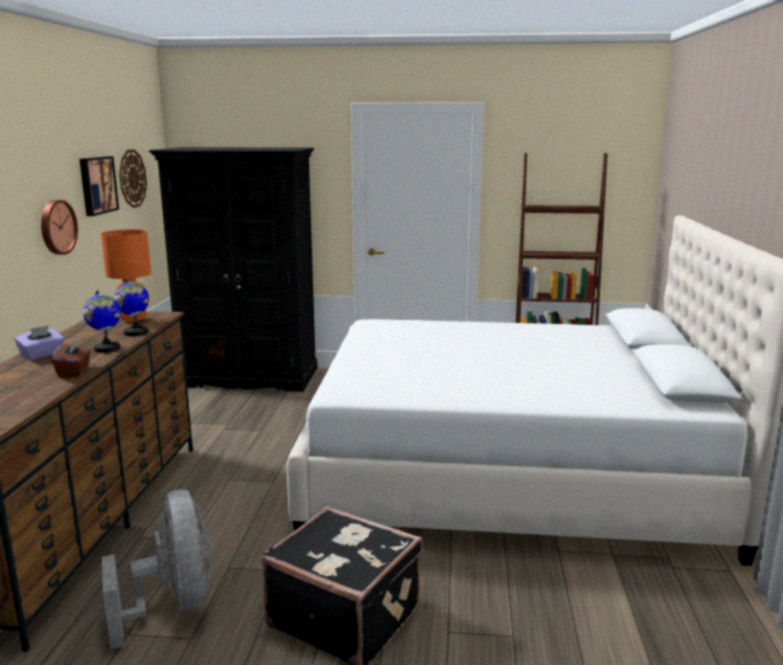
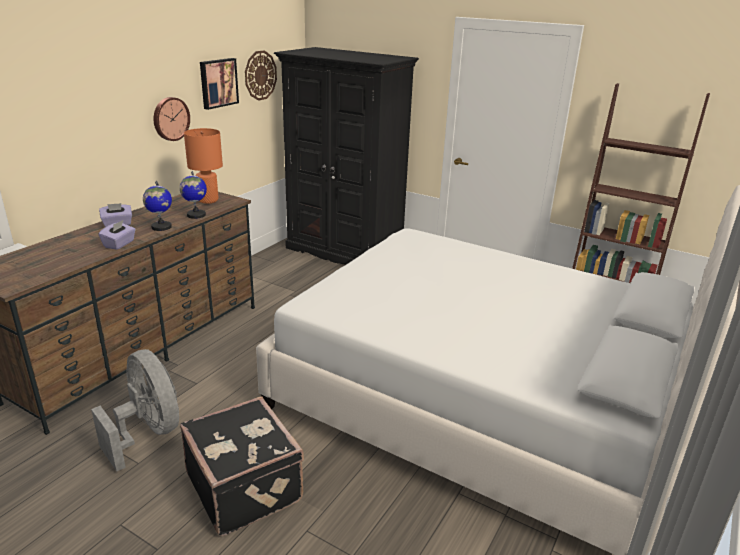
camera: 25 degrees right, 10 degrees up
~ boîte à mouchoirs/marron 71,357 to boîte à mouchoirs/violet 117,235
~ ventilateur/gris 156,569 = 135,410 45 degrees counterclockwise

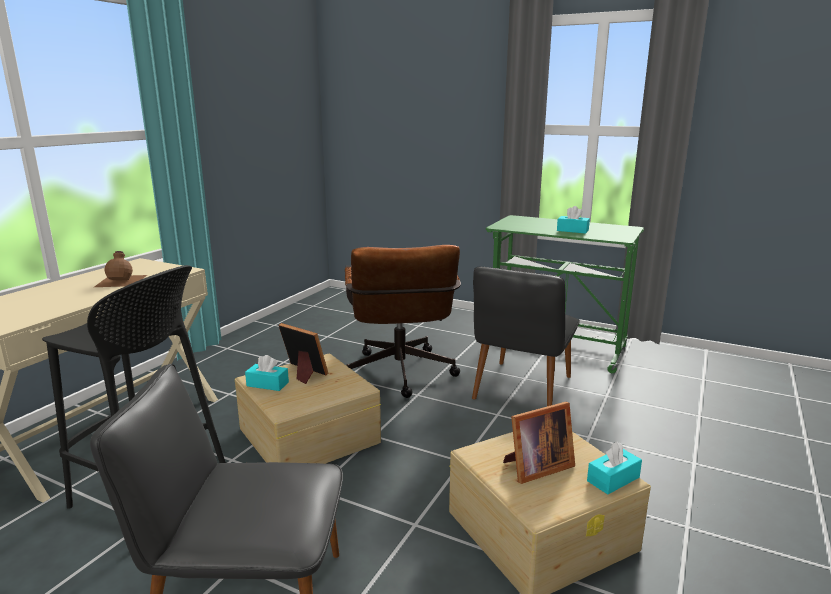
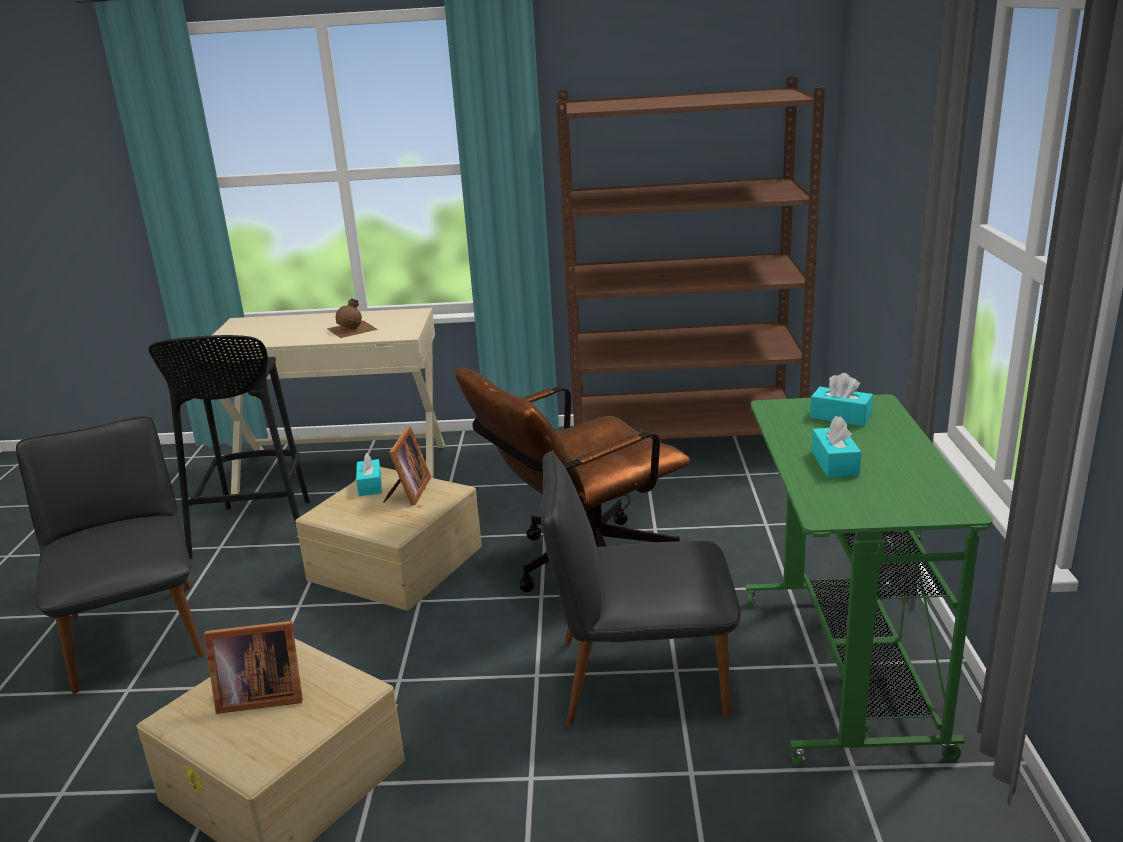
camera: 65 degrees right, 5 degrees up
~ cadre photo 539,443 = 253,667 45 degrees counterclockwise
~ boîte à mouchoirs/turquoise 614,468 to 841,399
+ bibliothèque/marron 690,257

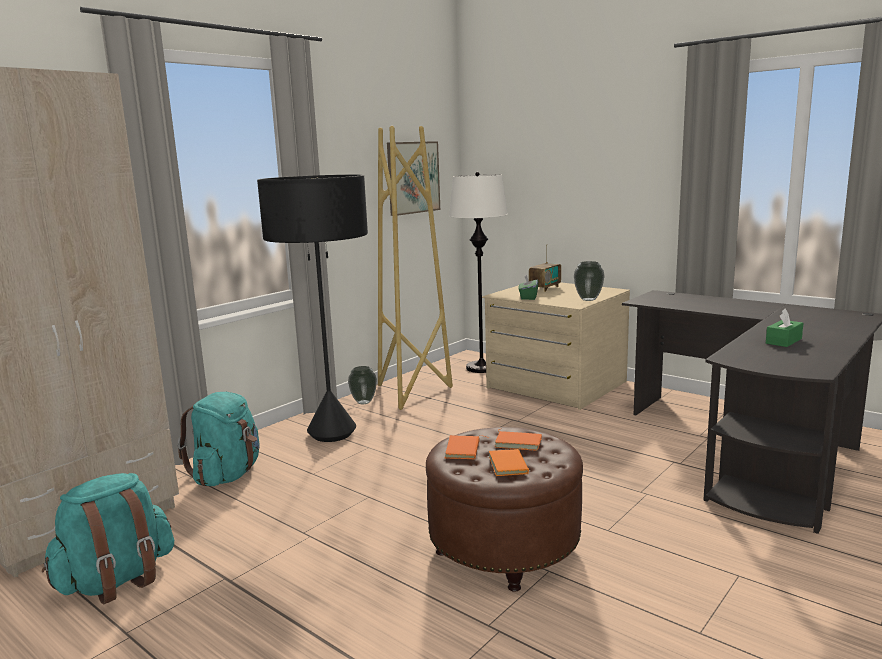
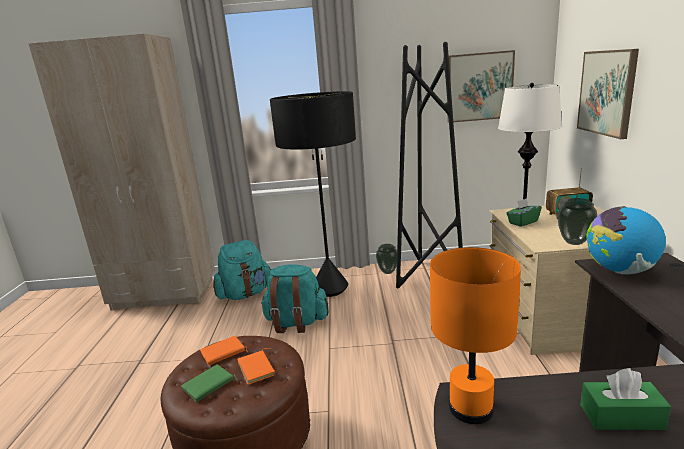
camera: 50 degrees right, 5 degrees up
~ sac à dos/turquoise 108,539 to 294,298
~ portant/jaune 415,268 to portant/noir 429,165
~ livre/orange 509,462 to livre/vert 209,383
+ lampe de table/orange 475,335
+ tableau 608,94
+ globe 626,240

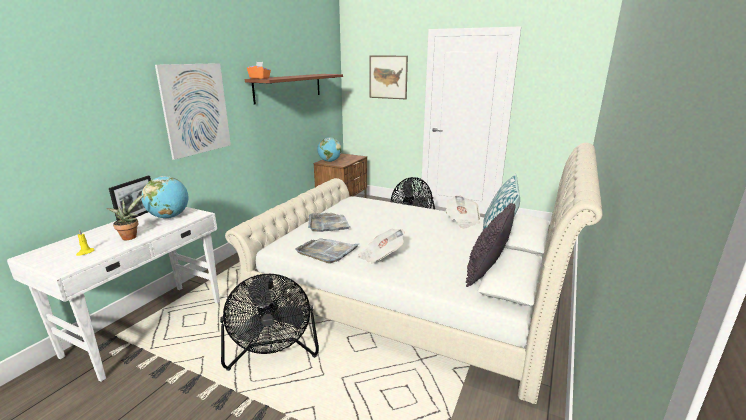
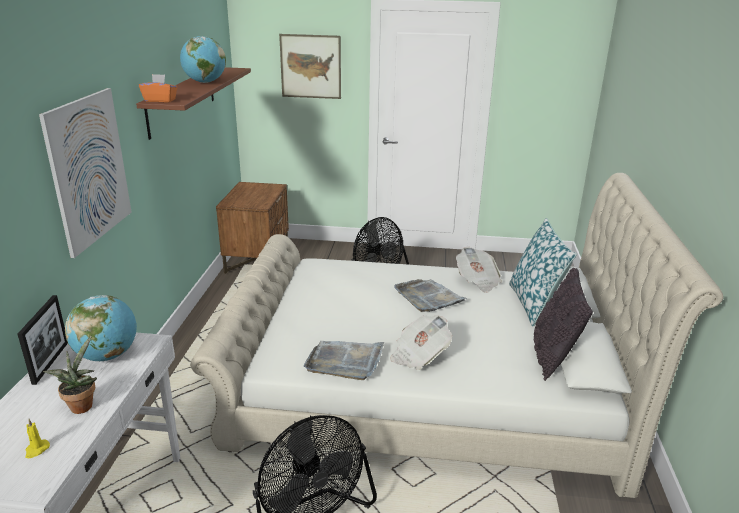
camera: 20 degrees left, 5 degrees up
~ plateau/gris 329,222 to 430,295
~ globe 329,149 to 203,59

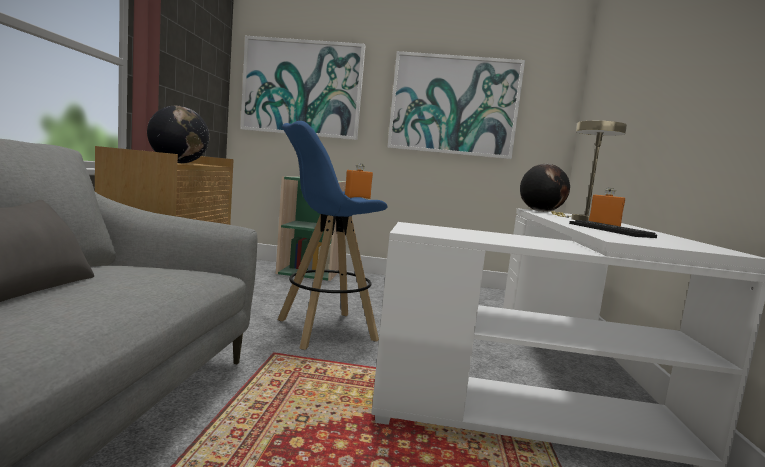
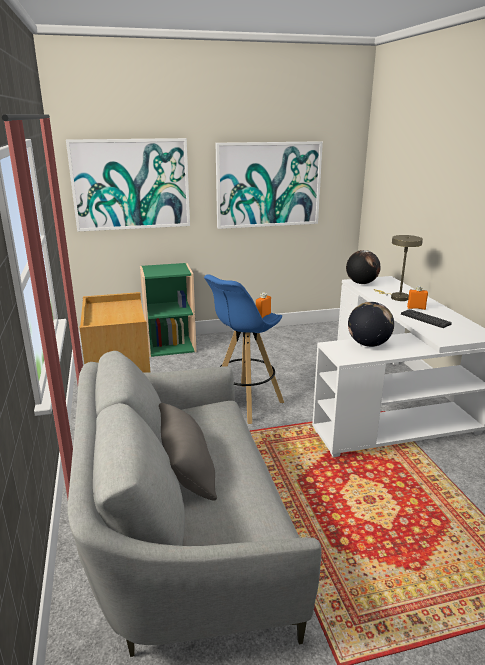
camera: 20 degrees left, 15 degrees up
~ globe 178,134 to 371,324

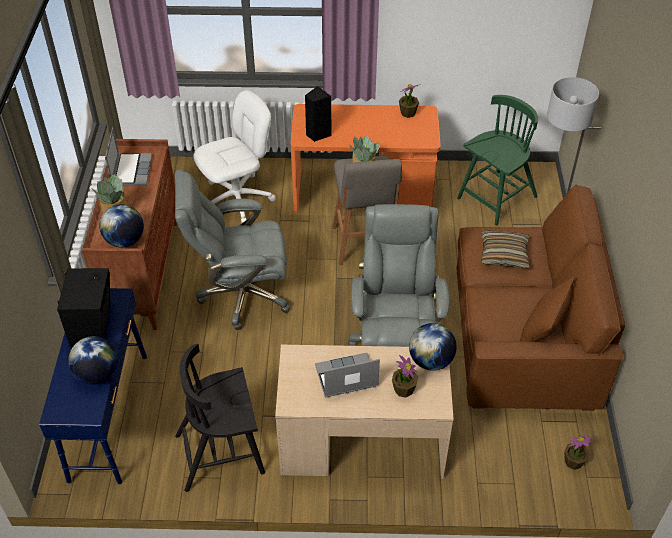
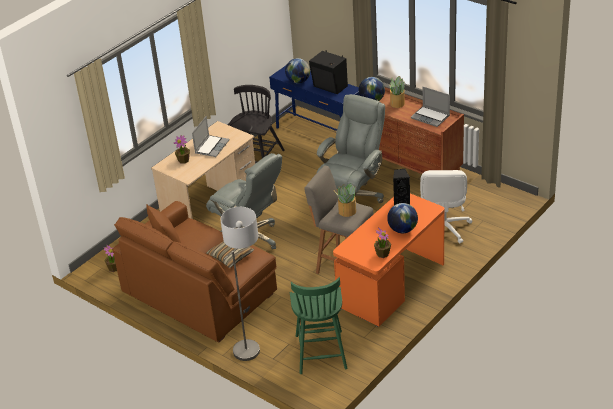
camera: 130 degrees right, 10 degrees down
~ globe 433,347 to 402,218

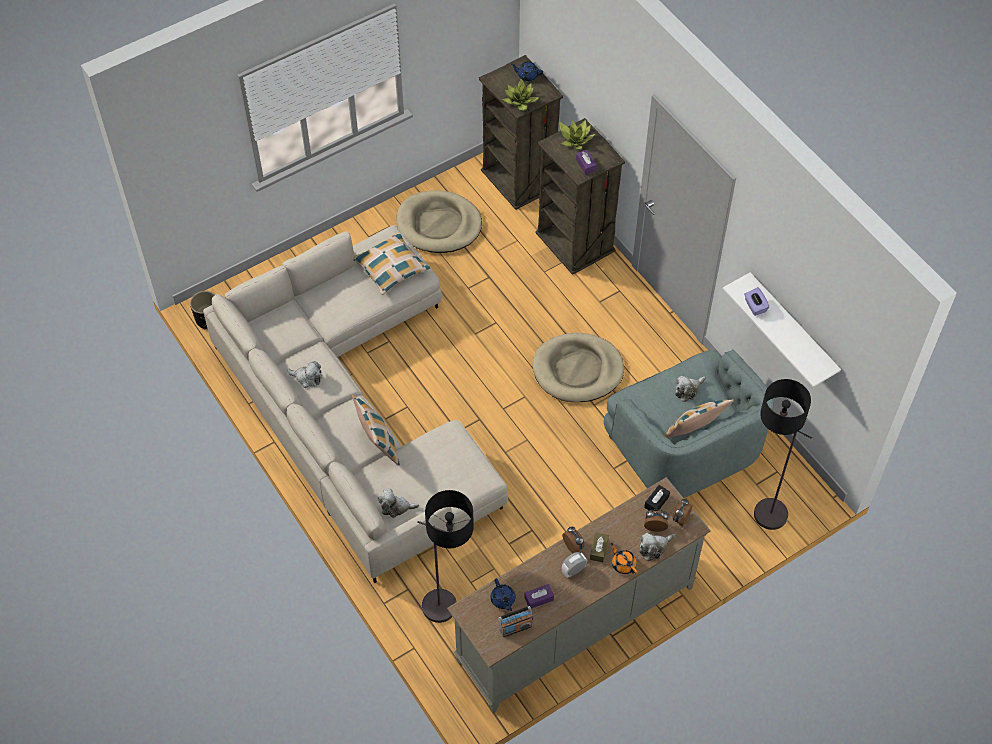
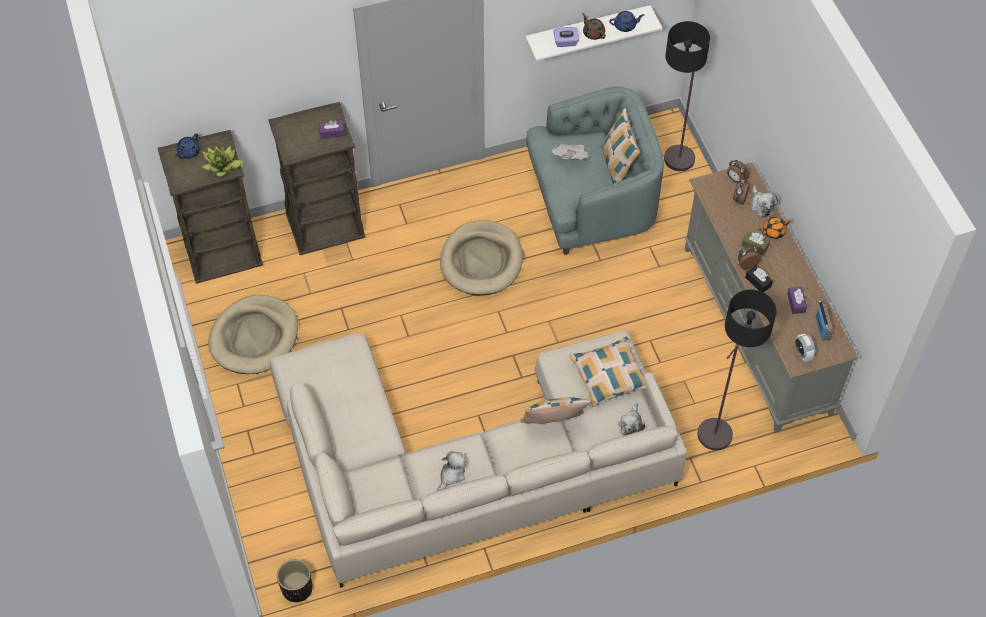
camera: 75 degrees left, 0 degrees up
~ coussin 391,263 to 607,371
~ théière/bleu 503,595 to 626,21
- plante en pot 577,134
~ réveil 574,565 to 805,348
~ boîte à mouchoirs/noir 657,498 to 759,278
~ peluche 690,389 to journal 570,152
+ théière/marron 594,26

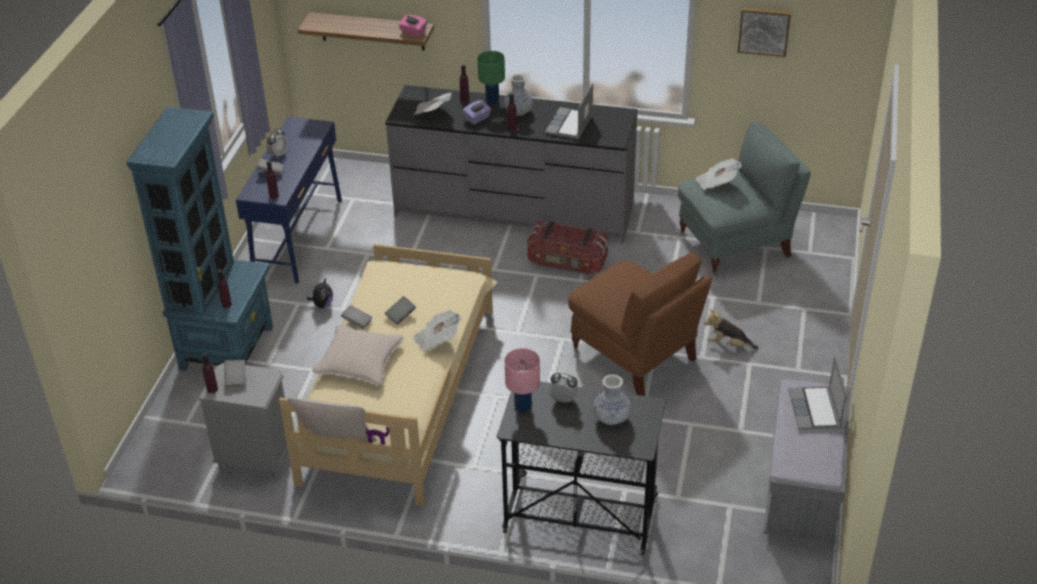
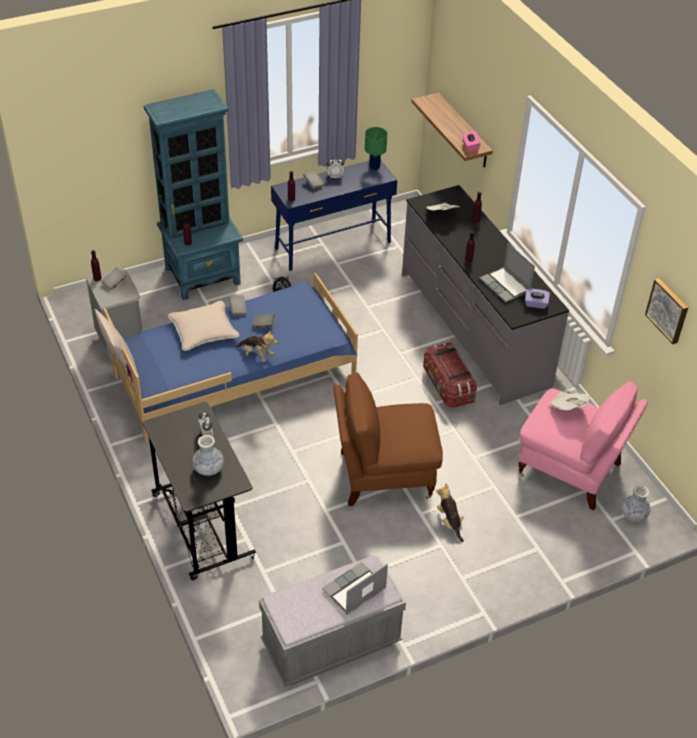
camera: 50 degrees right, 5 degrees up
~ lit/beige 388,375 to lit/bleu 230,358
~ journal 437,331 to peluche 256,345
~ boîte à mouchoirs/violet 477,112 to 537,299
~ lampe de table/vert 491,77 to 376,148
~ vase 518,95 to 636,503
- lampe de table/rose 522,380
~ ordinateur portable 569,111 = 507,272 105 degrees counterclockwise
~ fauteuil/marron 640,324 = 388,439 75 degrees clockwise
~ fauteuil/gris 744,198 to fauteuil/rose 583,445

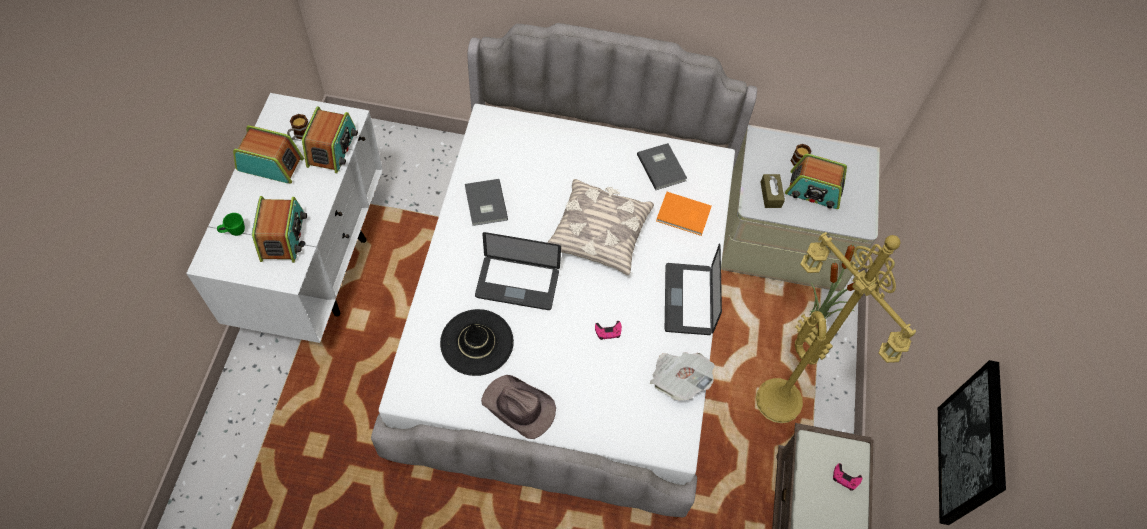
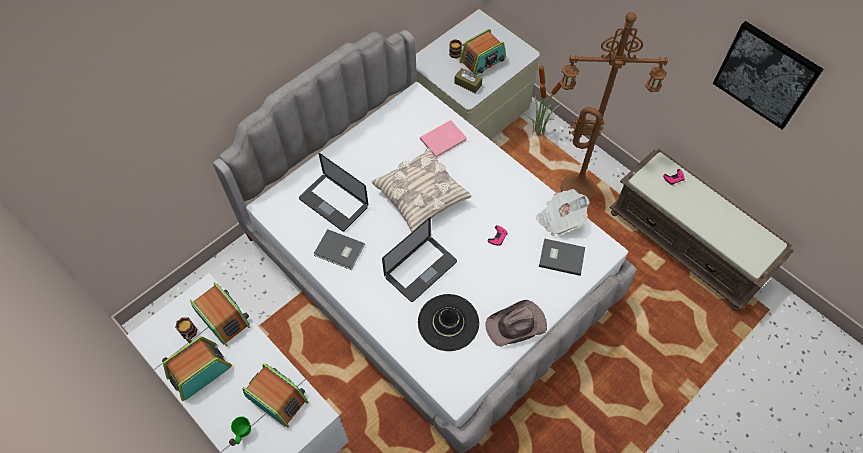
camera: 50 degrees left, 0 degrees up
~ livre/gris 662,166 to 562,257
~ livre/orange 684,214 to livre/rose 443,139
~ ordinateur portable 693,289 to 334,192
~ lampadaire/jaune 836,327 to lampadaire/marron 613,106

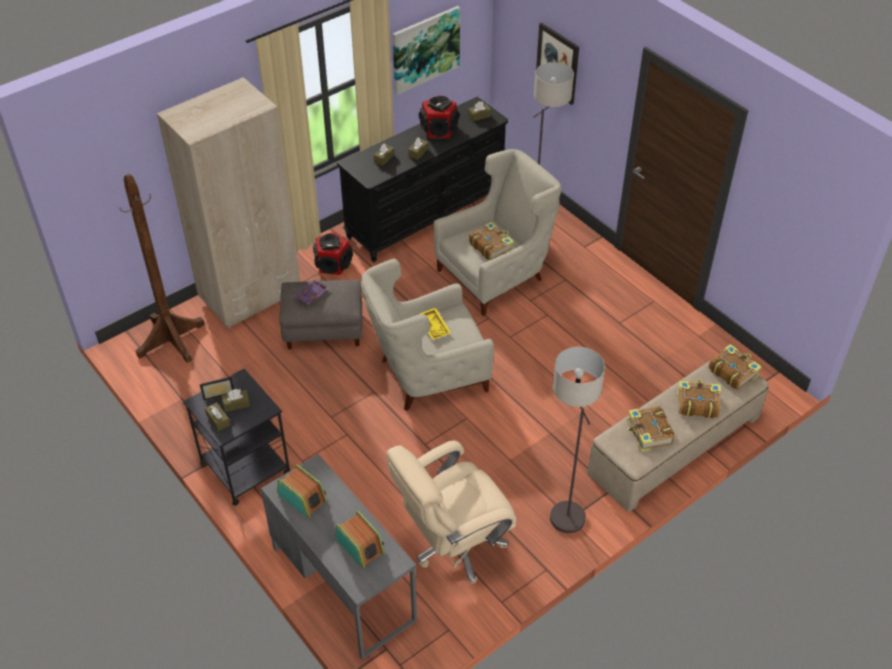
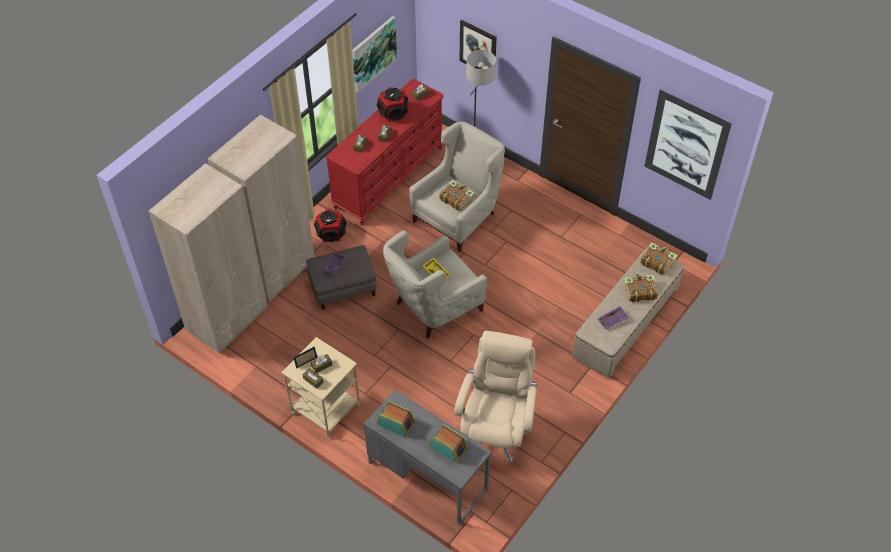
camera: 15 degrees left, 5 degrees up
~ portant/marron 162,268 to armoire/beige 208,258
~ chariot/noir 236,437 to chariot/beige 321,387
~ commode/noir 422,179 to commode/rouge 384,151
~ chaise de bureau/beige 451,512 = 495,397 150 degrees clockwise
- lampadaire/gris 577,440
~ livre 650,429 to plateau/violet 613,318
+ tableau 688,144

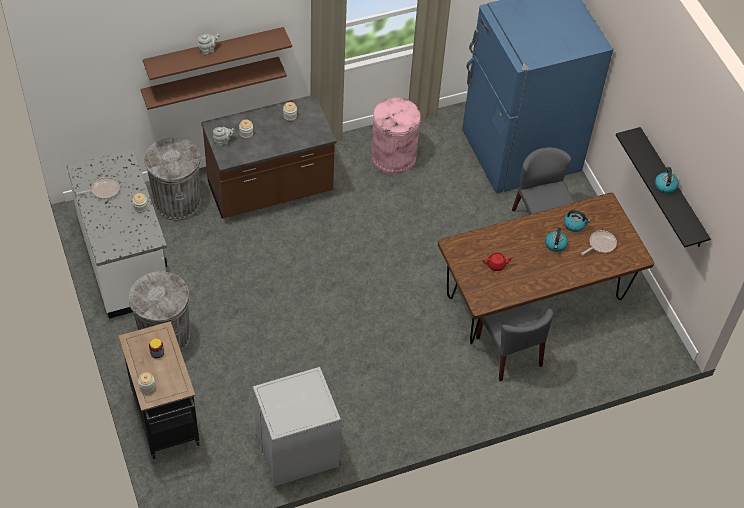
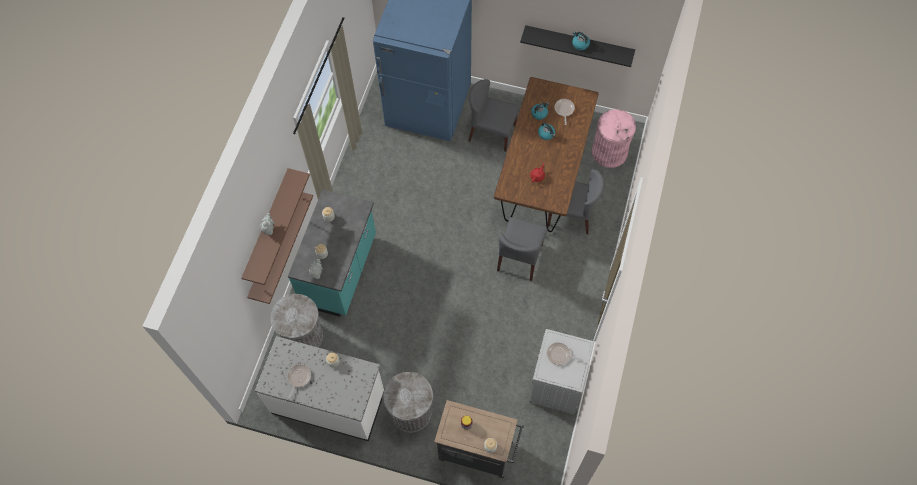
camera: 50 degrees left, 10 degrees up
~ comptoir de cuisine/marron 269,156 to comptoir de cuisine/turquoise 332,253
~ poubelle/rose 396,135 to 614,138
+ chaise/gris 522,249
+ poêle 565,353

